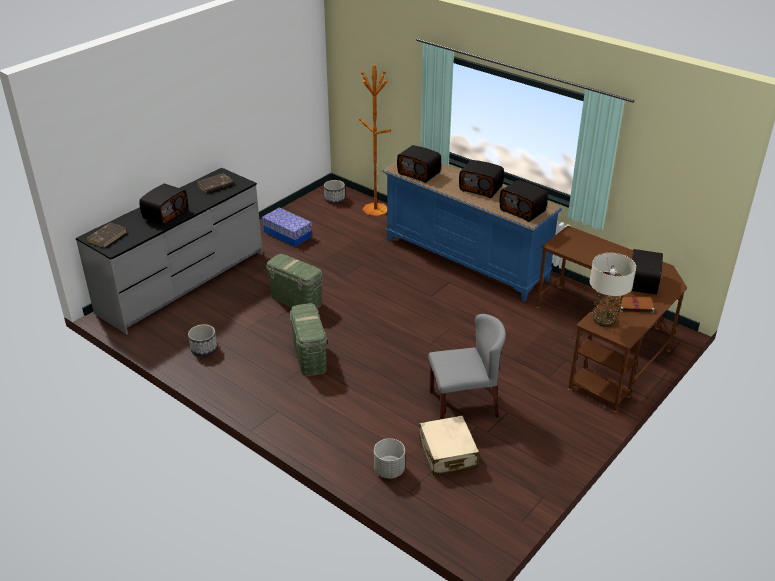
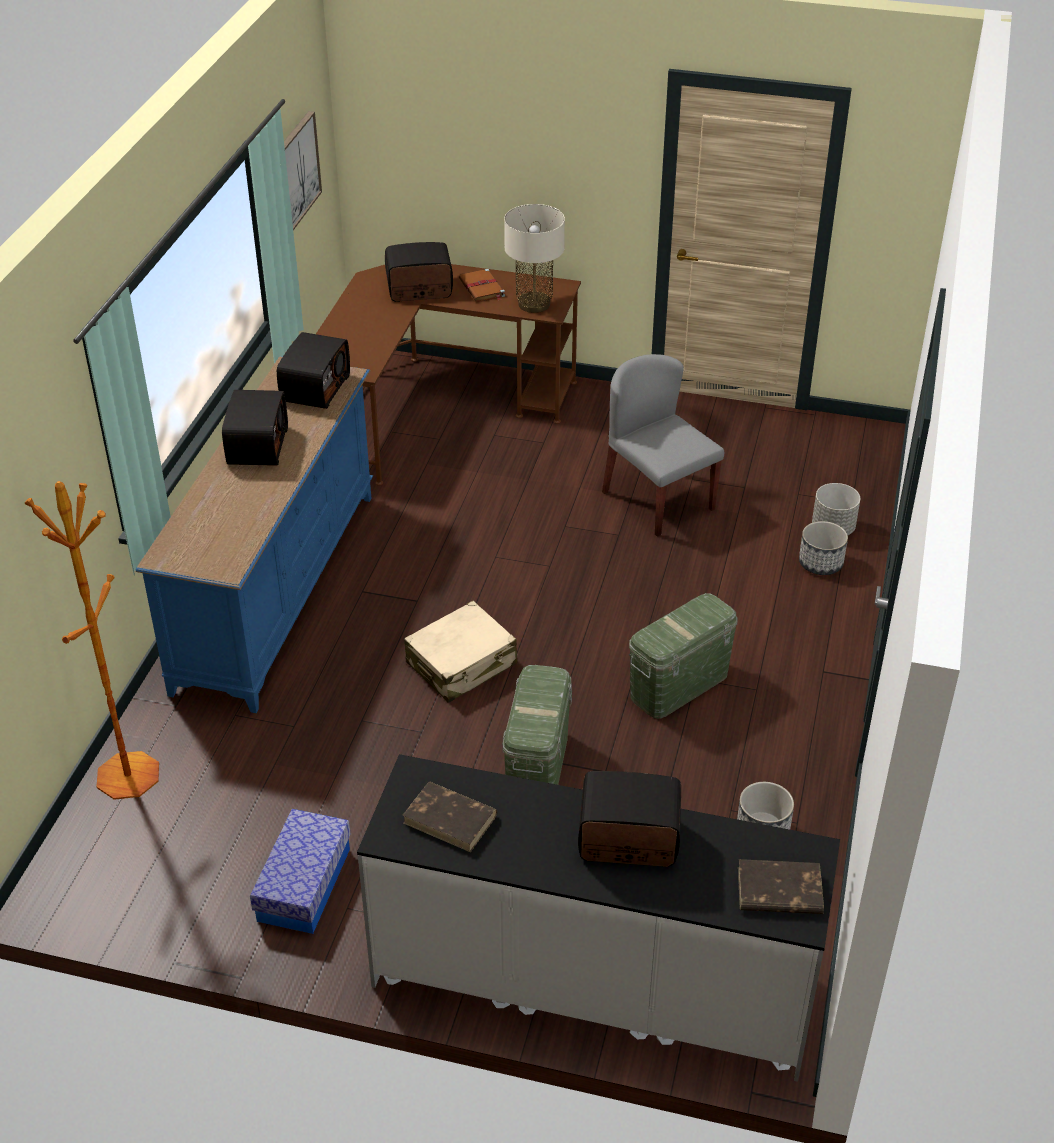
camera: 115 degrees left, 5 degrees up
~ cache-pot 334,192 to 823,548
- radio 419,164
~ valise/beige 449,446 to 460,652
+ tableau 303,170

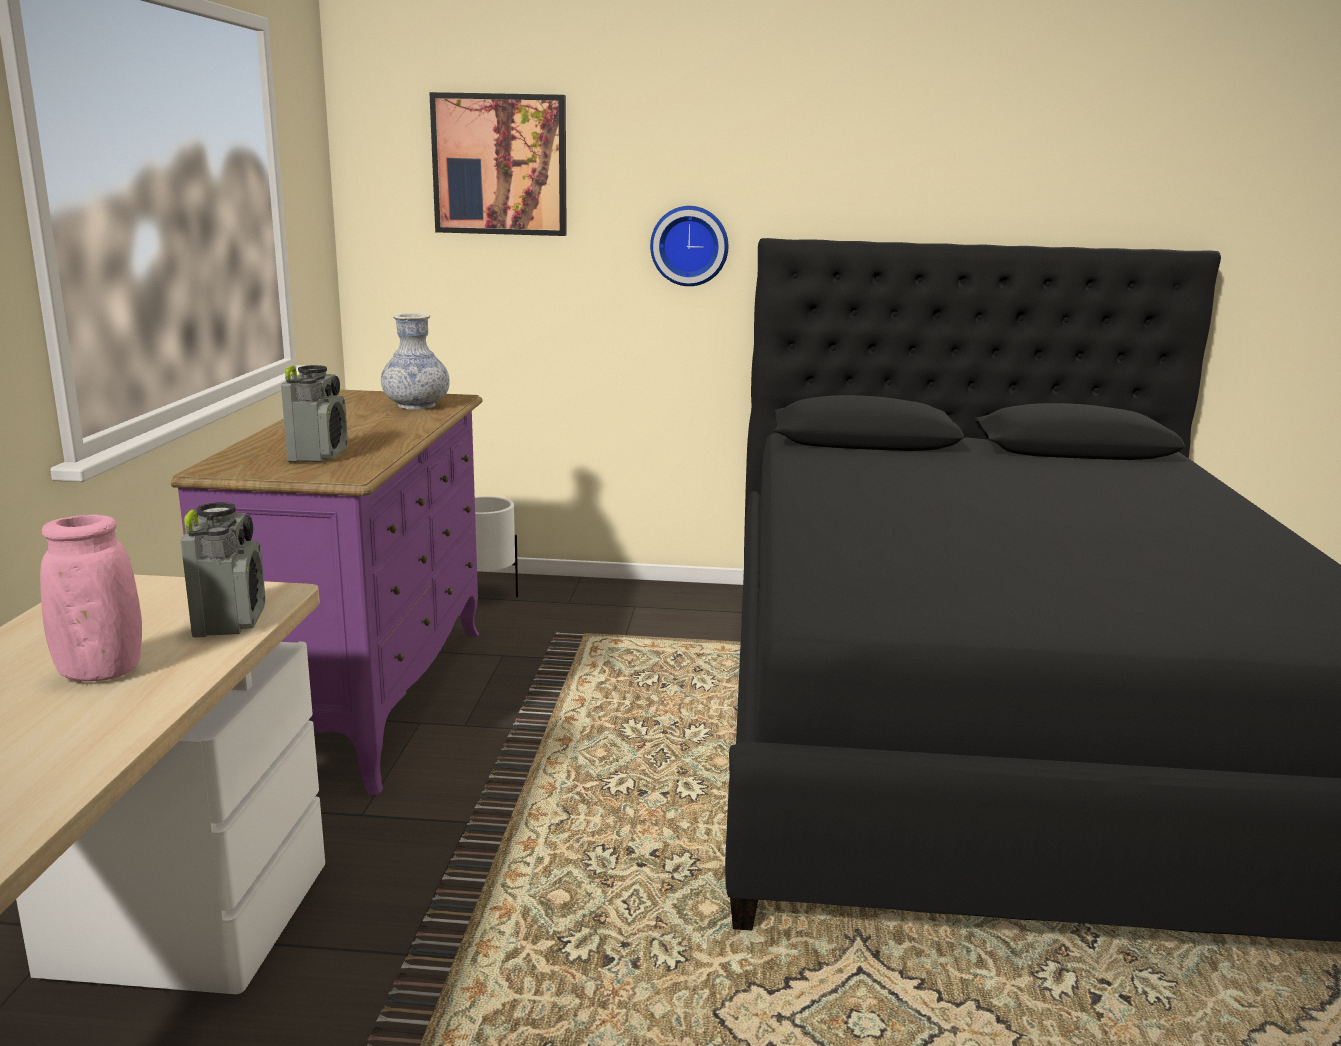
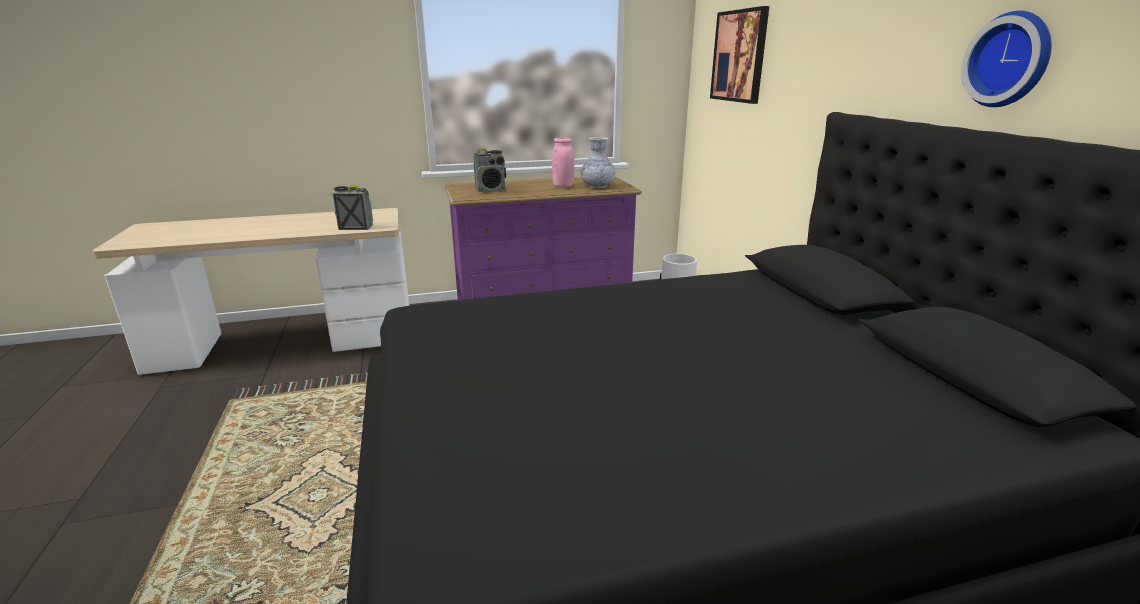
camera: 70 degrees right, 5 degrees up
~ vase/rose 91,598 to 563,162
~ radio 222,570 = 352,208 150 degrees counterclockwise
~ horloge murale 689,246 to 1006,59

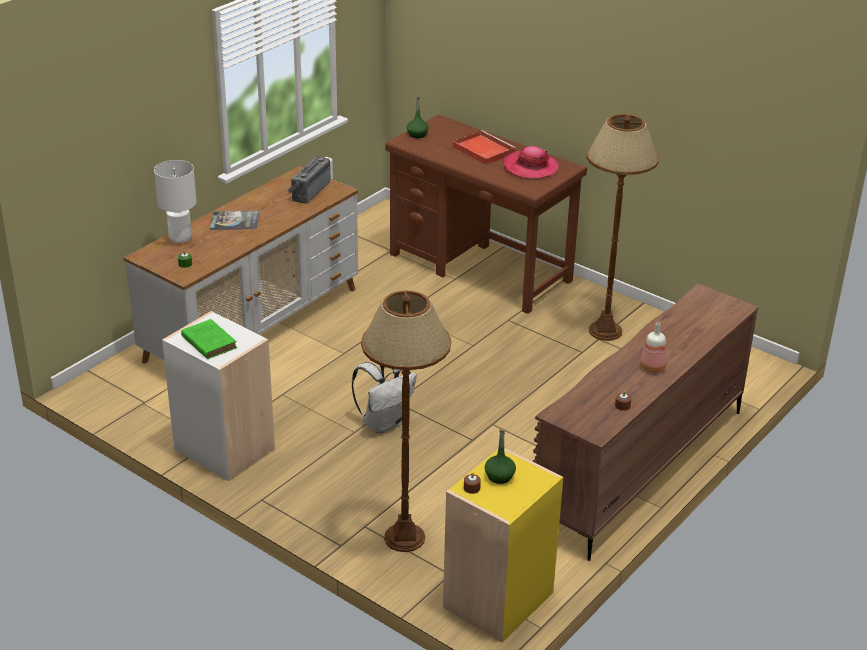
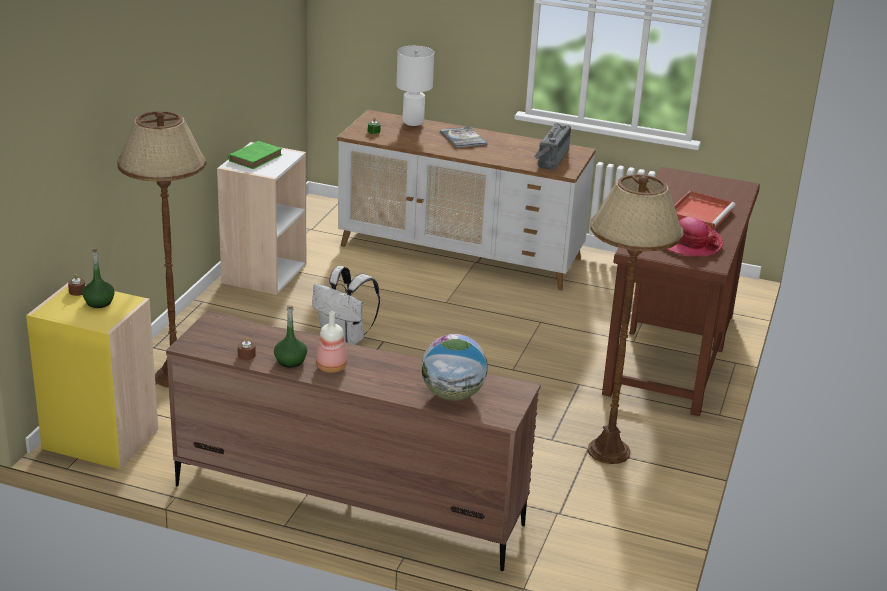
camera: 70 degrees right, 5 degrees down
~ radio 308,180 = 552,147 75 degrees counterclockwise
~ bouteille/vert 418,117 to 290,336
+ globe 454,367

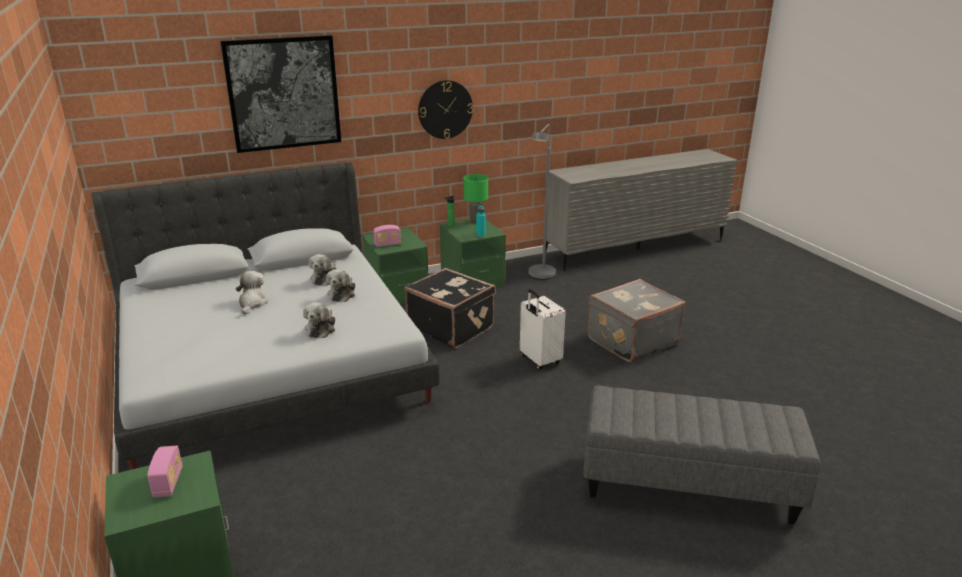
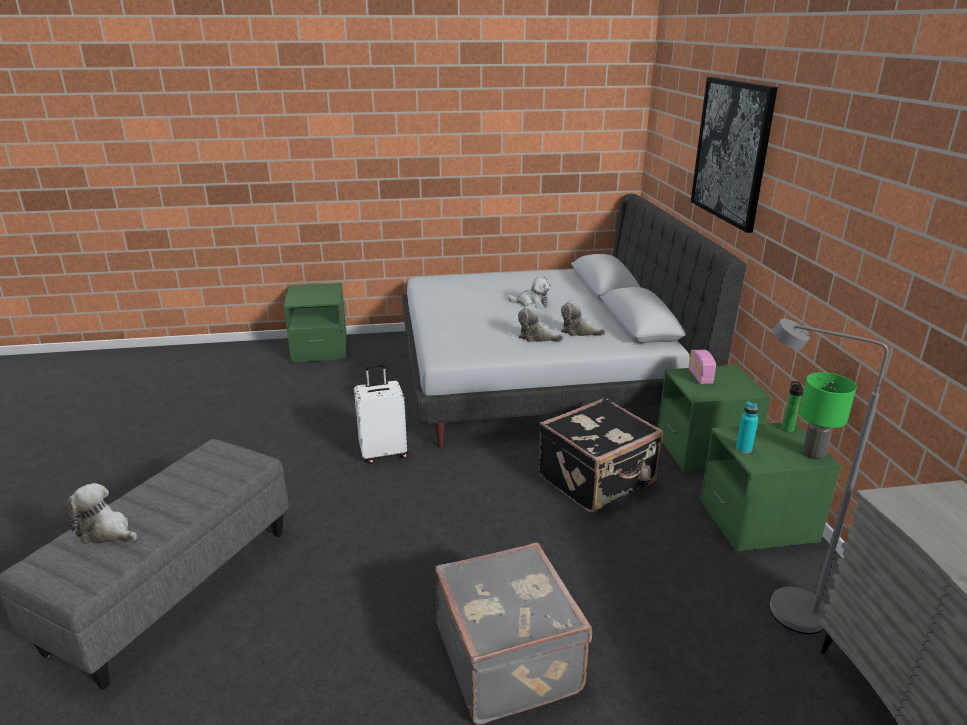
camera: 105 degrees right, 0 degrees up
- radio 165,472
~ peluche 319,320 to 101,513
- horloge murale 445,109
~ valise/blanc 543,329 to 381,414

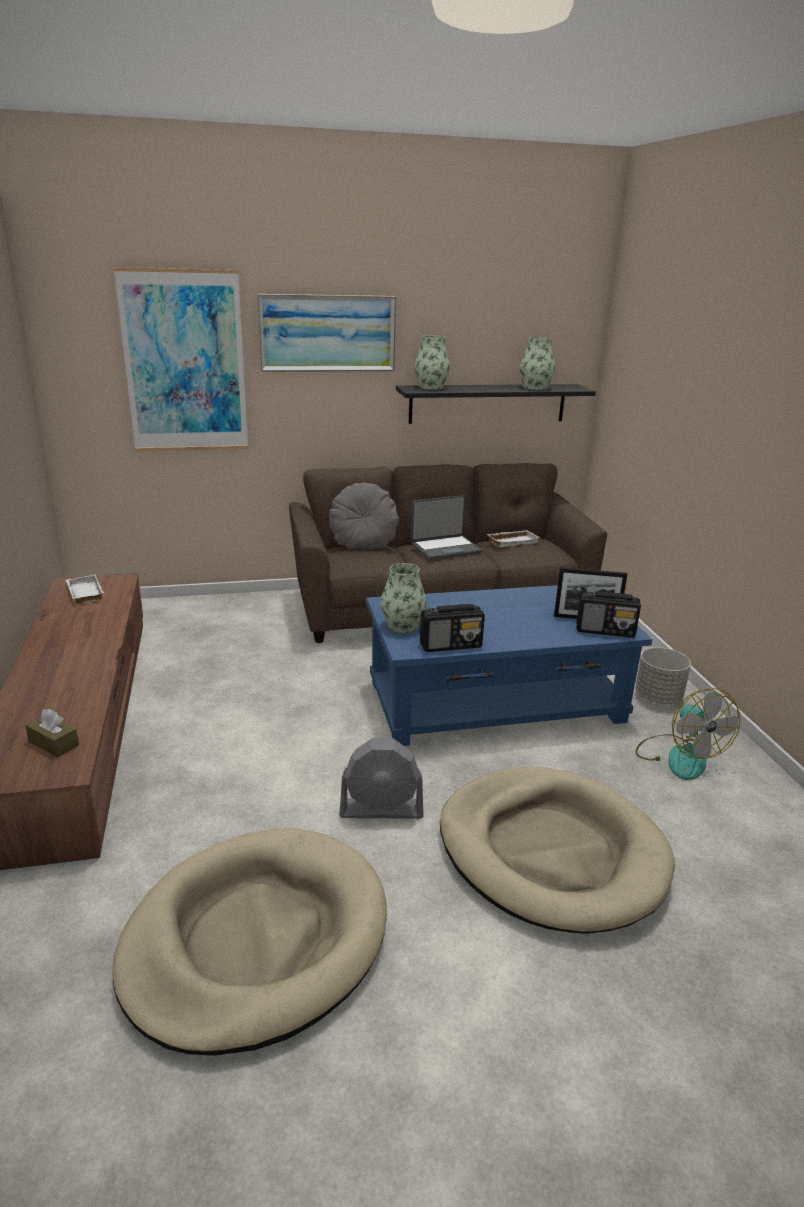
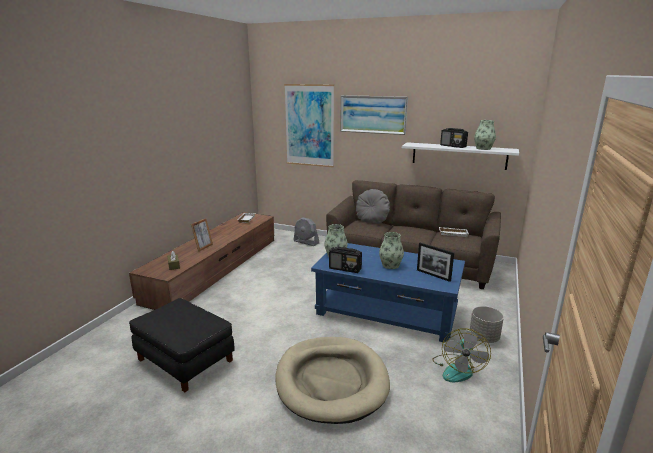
camera: 35 degrees right, 5 degrees down
~ panier pour chien/beige 249,942 to pouf/noir 182,345
~ ventilateur/gris 381,778 to 306,231
~ étagère/noir 496,404 to étagère/blanc 460,156
- ordinateur portable 446,527
~ vase 432,362 to 391,250
~ radio 609,614 to 454,138
+ cadre photo 202,235

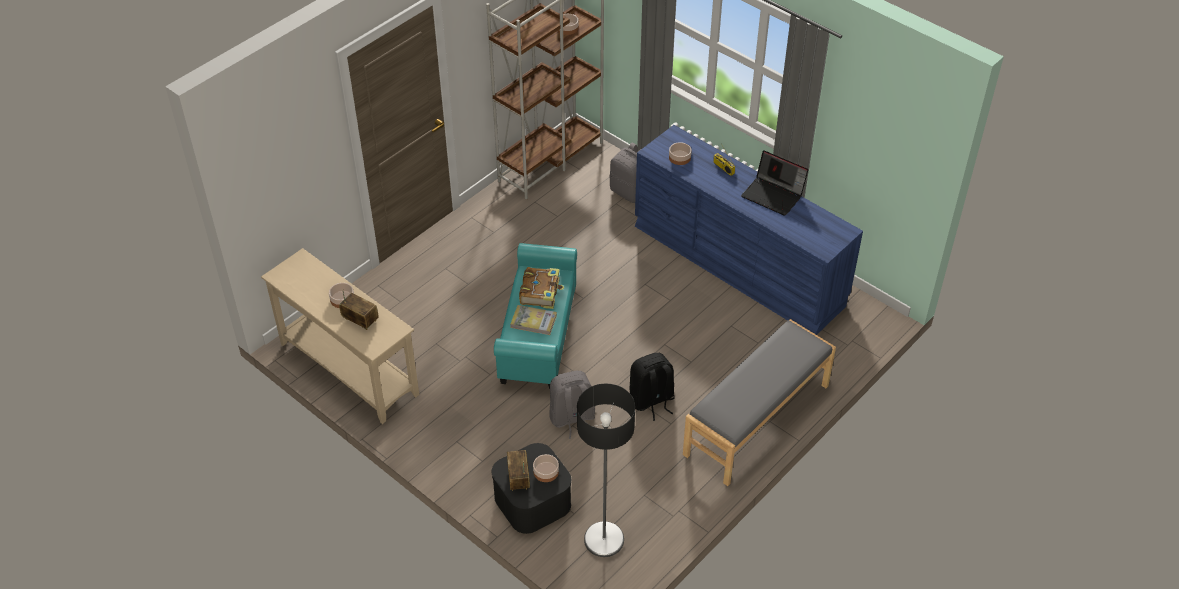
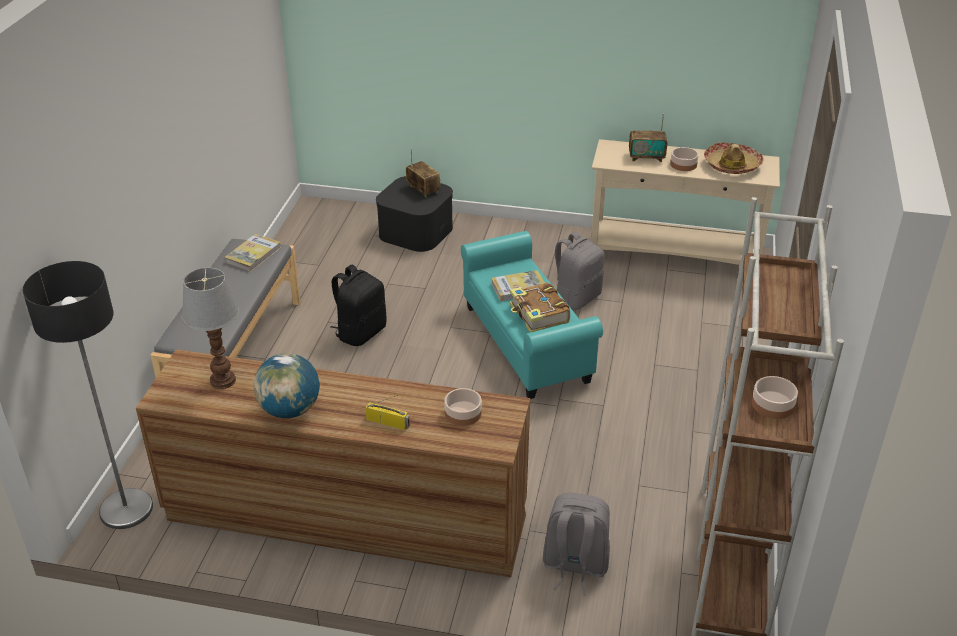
camera: 150 degrees right, 10 degrees down
- bol 546,468
~ sac à dos/gris 572,405 to 580,271
~ lampadaire 606,470 to 88,395
~ commode/bleu 749,230 to commode/marron 333,463
~ ordinateur portable 774,183 to globe 287,385
+ lampe de table 210,328
+ livre 253,253
+ chapeau 734,158

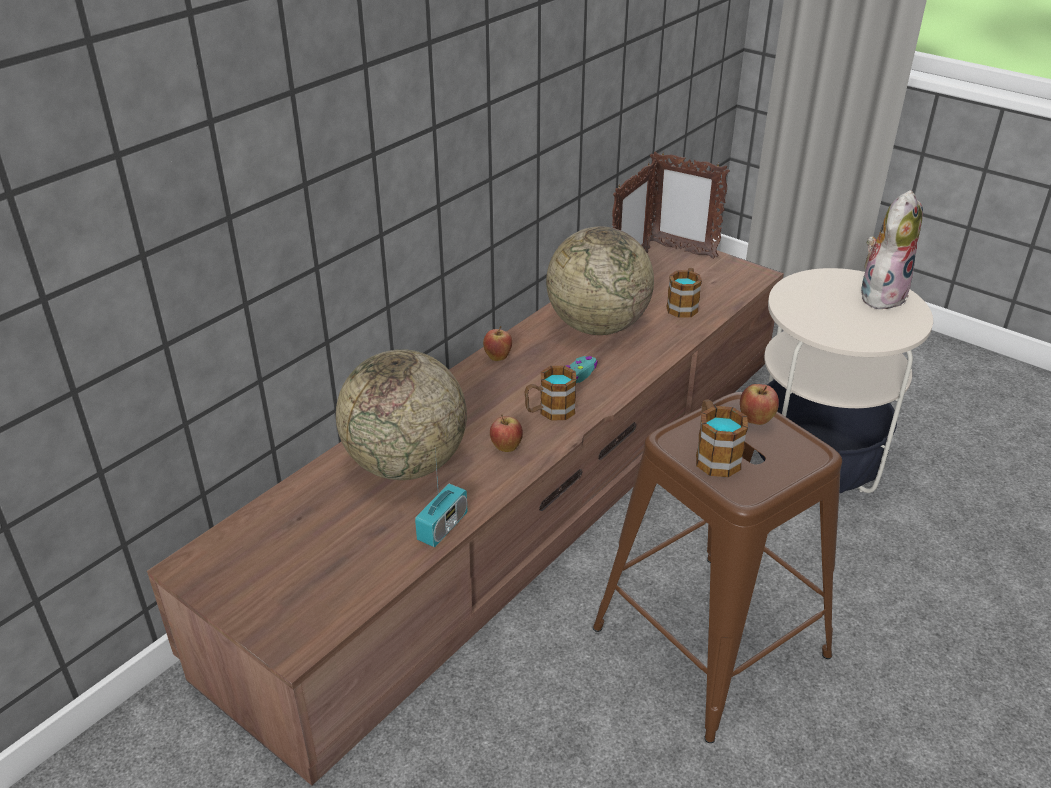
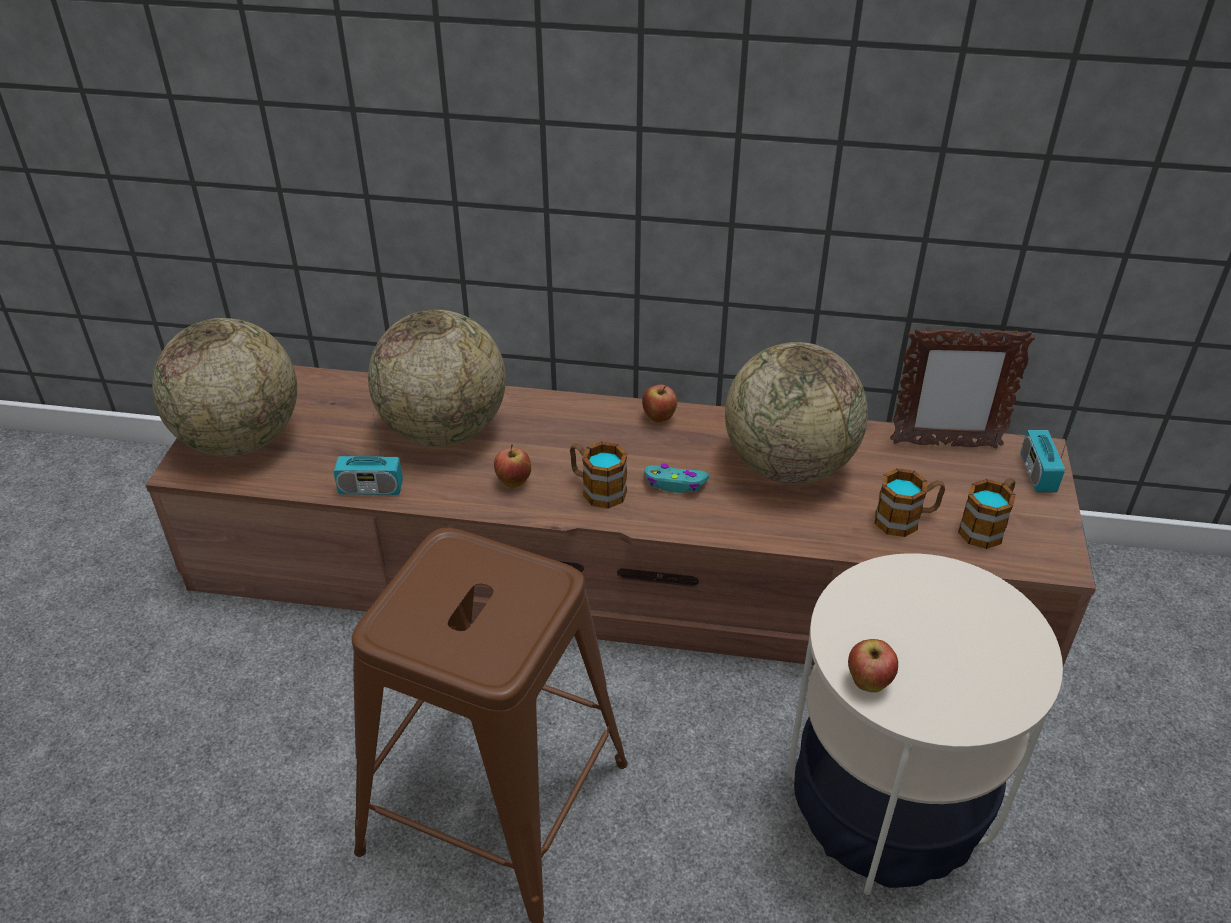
camera: 60 degrees right, 5 degrees up
~ cadre photo 690,205 to radio 1048,451
~ mug 722,438 to 987,513
~ pomme 759,404 to 873,666
- peluche 892,249
+ globe 224,387

